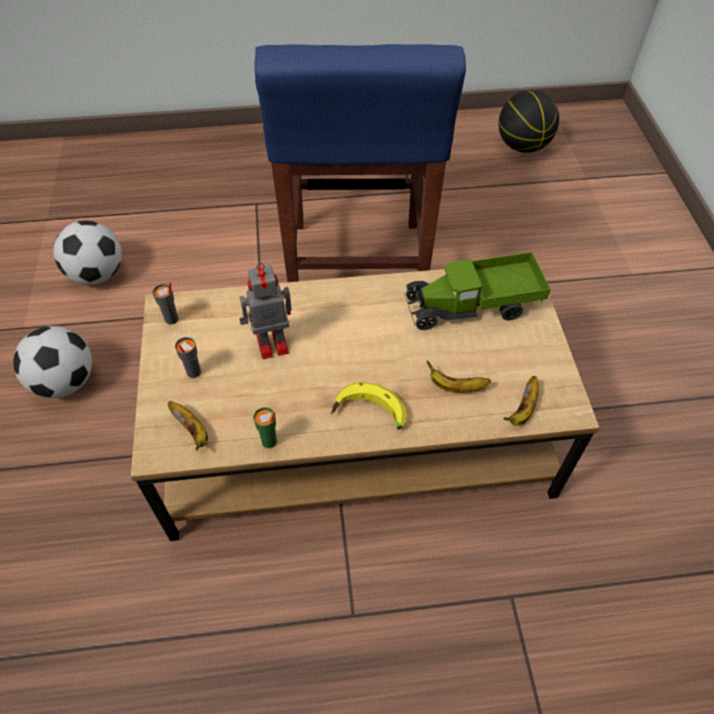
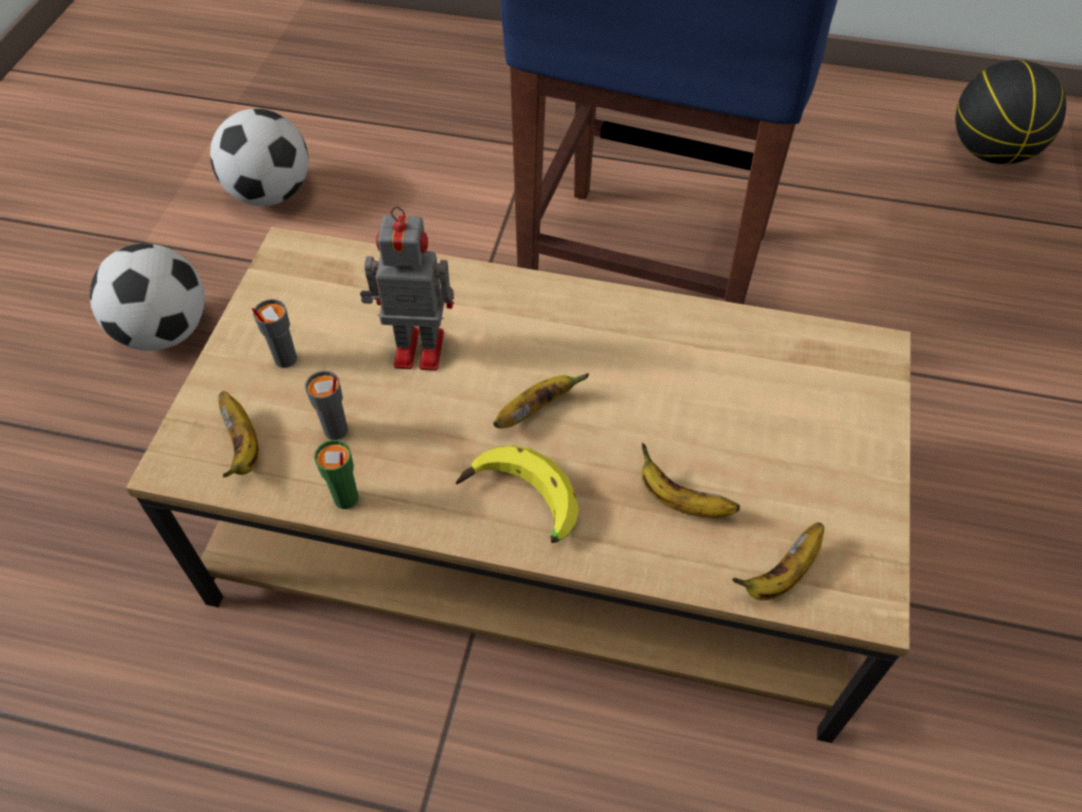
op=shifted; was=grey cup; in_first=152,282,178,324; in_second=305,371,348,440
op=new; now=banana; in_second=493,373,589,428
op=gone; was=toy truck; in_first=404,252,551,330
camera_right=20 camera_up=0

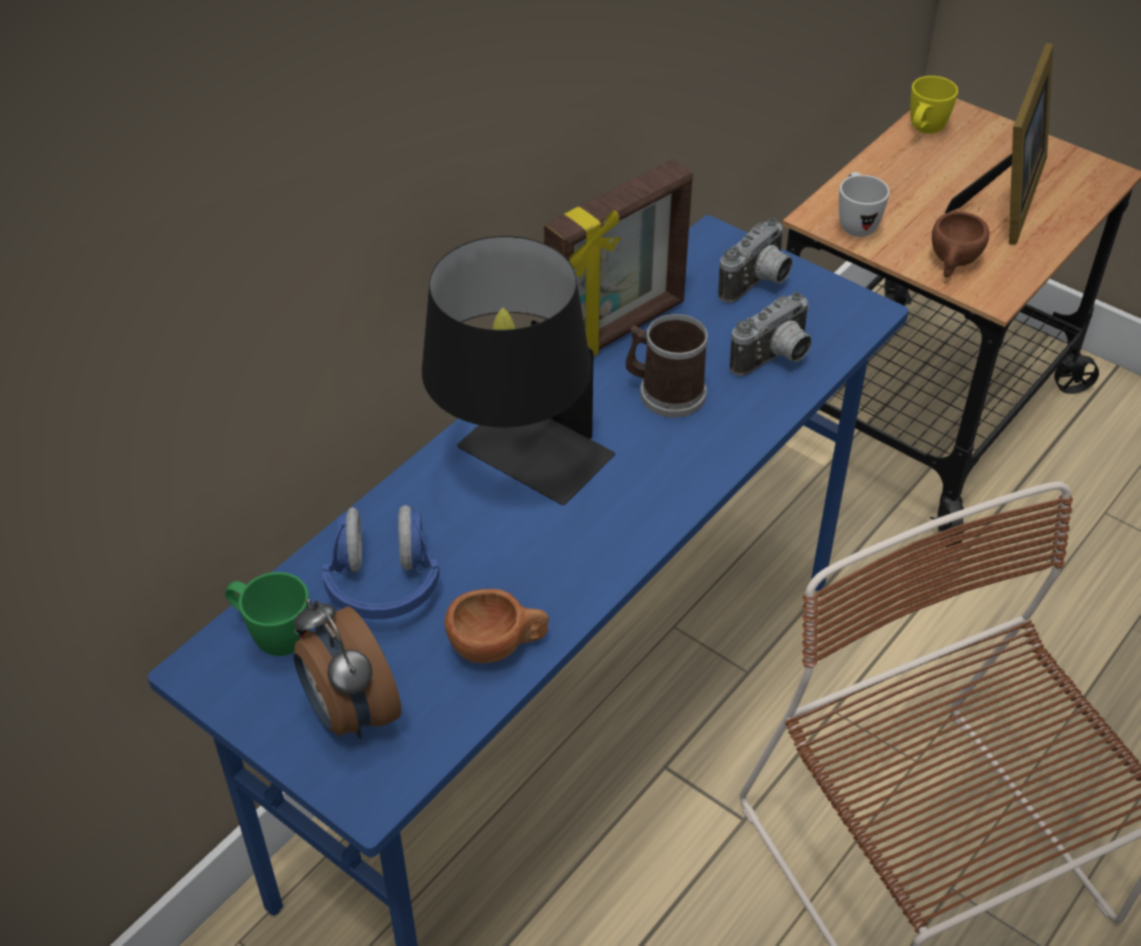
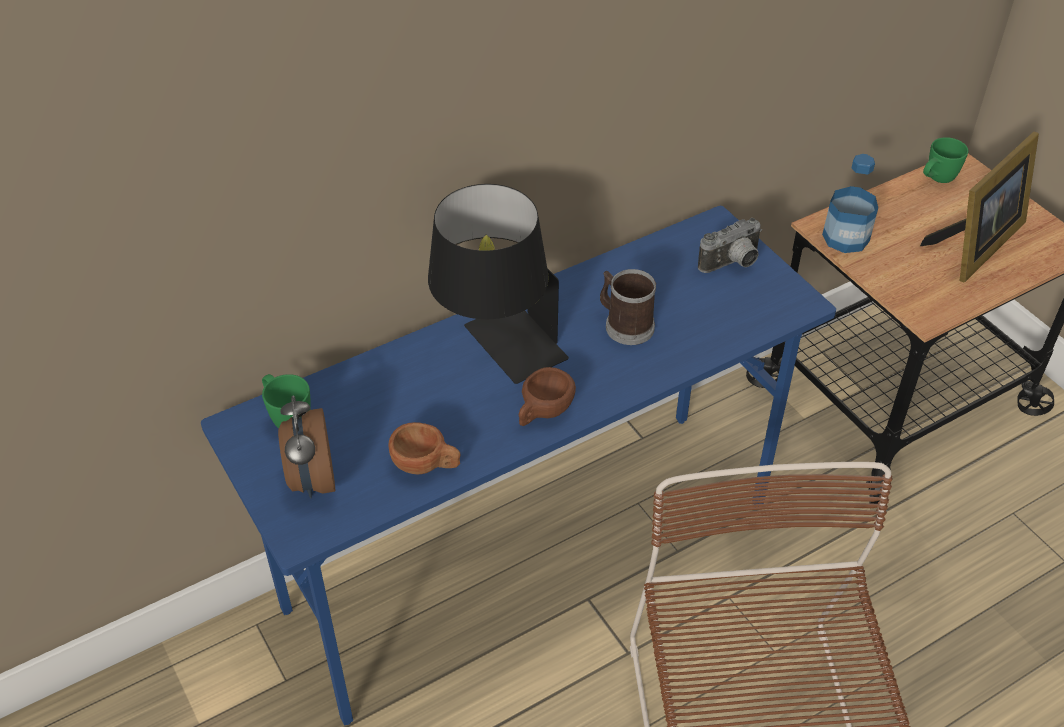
op=shifted; was=brown cup; in_first=932,212,989,278; in_second=519,367,576,426
op=swapped; was=white mug; now=bottle; in_first=839,172,890,237; in_second=822,154,878,253
op=repainted; was=yellow mug; now=green mug; in_first=910,76,958,134; in_second=923,137,968,183
op=gone; was=blue headphones; in_first=322,505,440,619
op=gone; was=picture frame; in_first=544,159,693,357
op=gone; was=photo camera; in_first=730,292,812,376
camera_right=20 camera_up=0

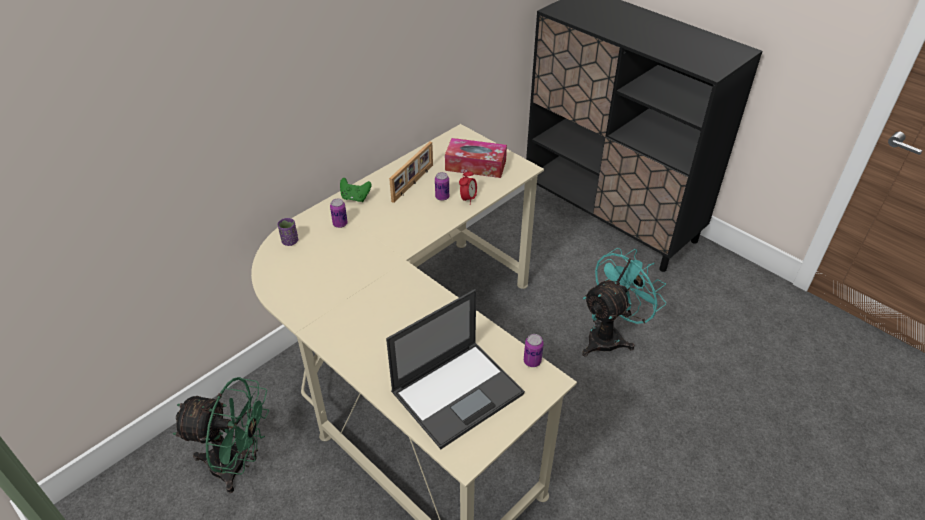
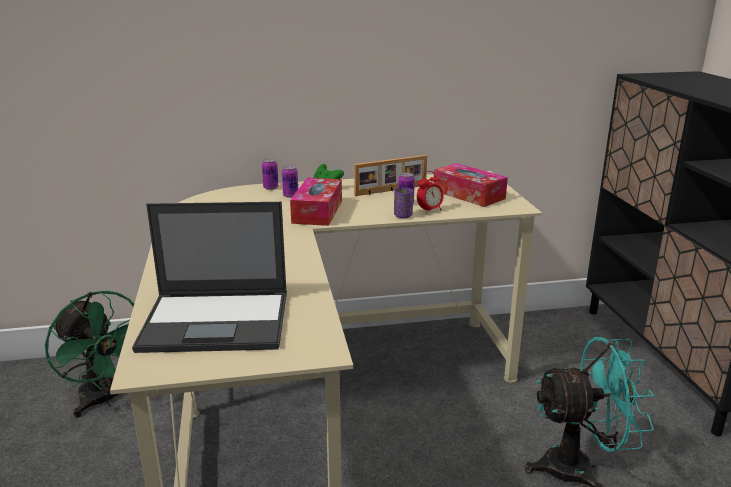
op=shifted; was=can; in_first=524,334,544,367; in_second=262,159,278,190
op=new; now=tissue box; in_second=290,178,342,226
op=shifted; was=purple cup; in_first=278,218,298,246; in_second=394,187,413,218
camera_right=35 camera_up=-20

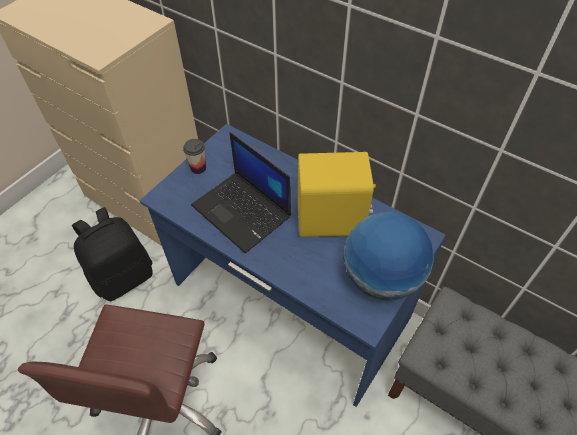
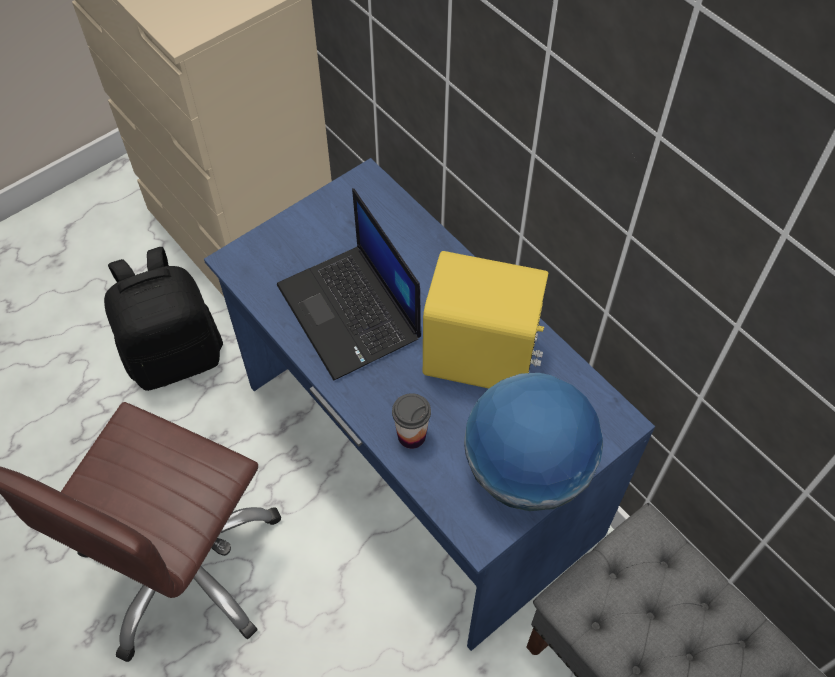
op=shifted; was=cup; in_first=183,139,206,174; in_second=392,393,431,449
camera_right=15 camera_up=5

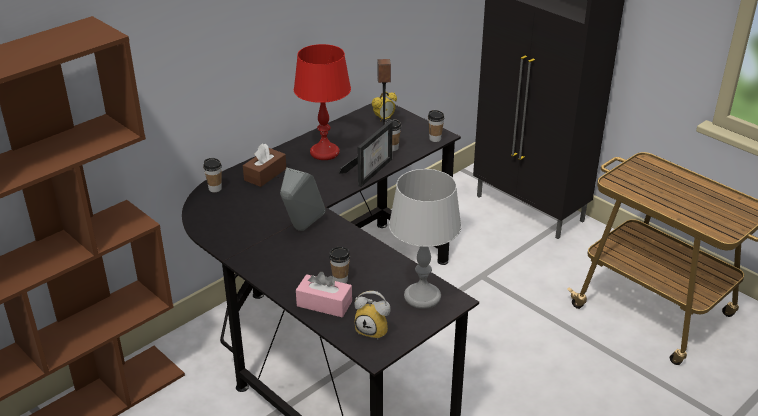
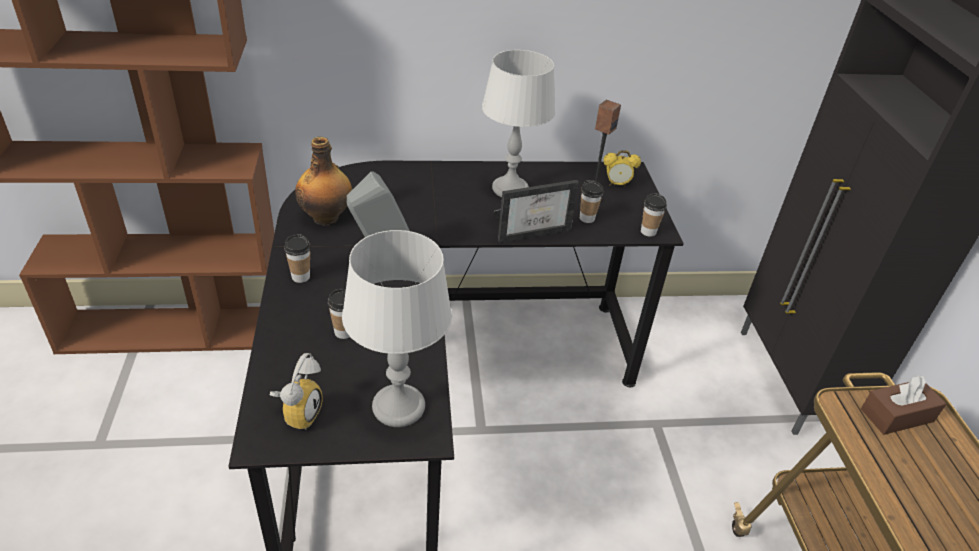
op=rotated; was=alarm clock; in_first=355,291,391,340; in_second=270,353,323,430; clockwise=-135
op=shifted; was=cup; in_first=203,158,222,192; in_second=284,234,311,283
op=new; now=bottle; in_second=295,137,352,225
op=repainted; was=red table lamp; now=grey table lamp; in_first=294,44,351,160; in_second=482,50,555,197
op=shifted; was=brown tissue box; in_first=243,143,286,187; in_second=861,375,946,435
op=gone; was=pink tissue box; in_first=296,272,352,317
camera_right=35 camera_up=5

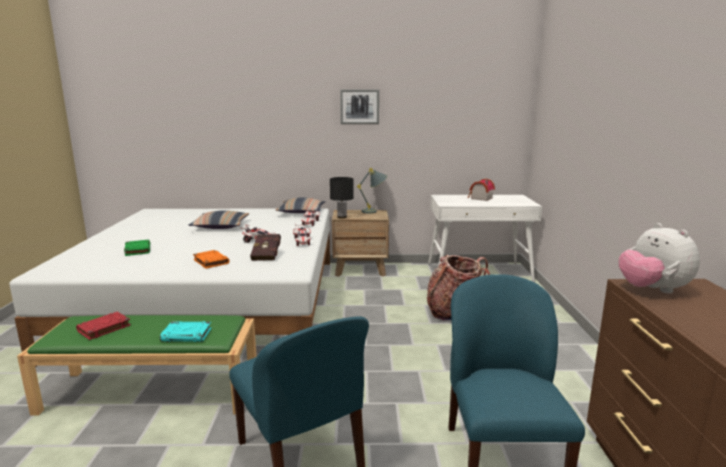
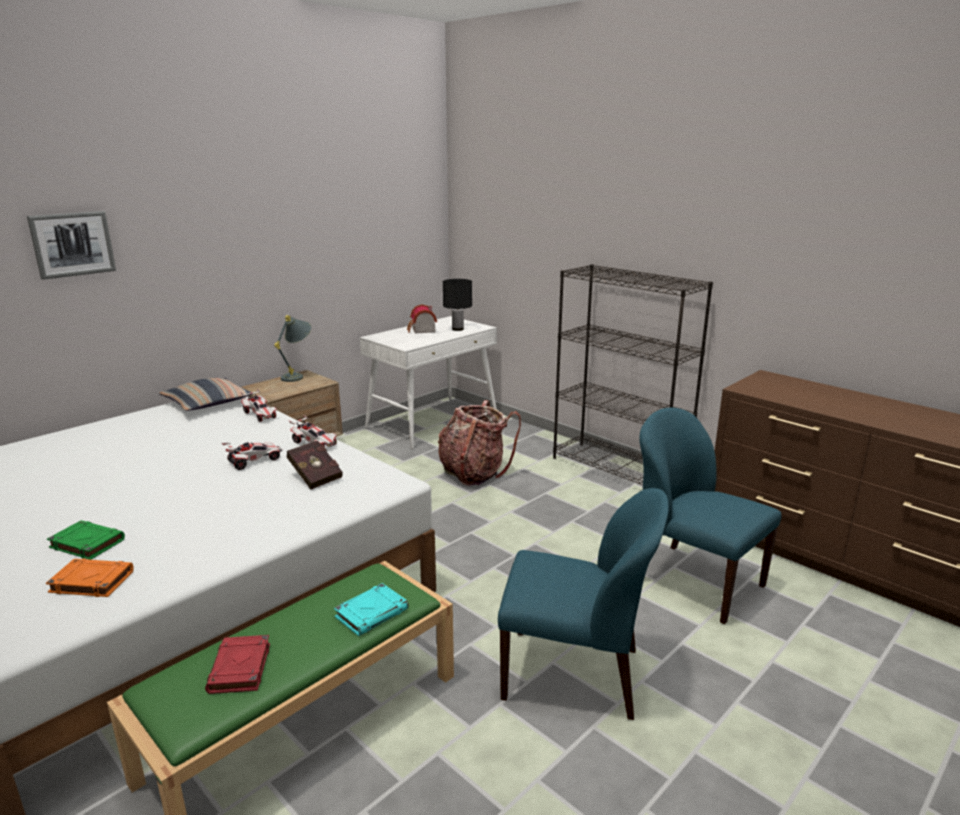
op=shifted; was=picture; in_first=340,89,379,124; in_second=27,211,116,280
op=shifted; was=orange book; in_first=193,250,230,269; in_second=46,559,134,597
op=shifted; was=black table lamp; in_first=330,177,354,219; in_second=443,279,472,331
op=new; now=black bookcase; in_second=553,264,713,485
op=gone; was=pillow; in_first=188,210,250,229
op=gone; was=plush toy; in_first=618,223,700,293
camera_right=-45 camera_up=5

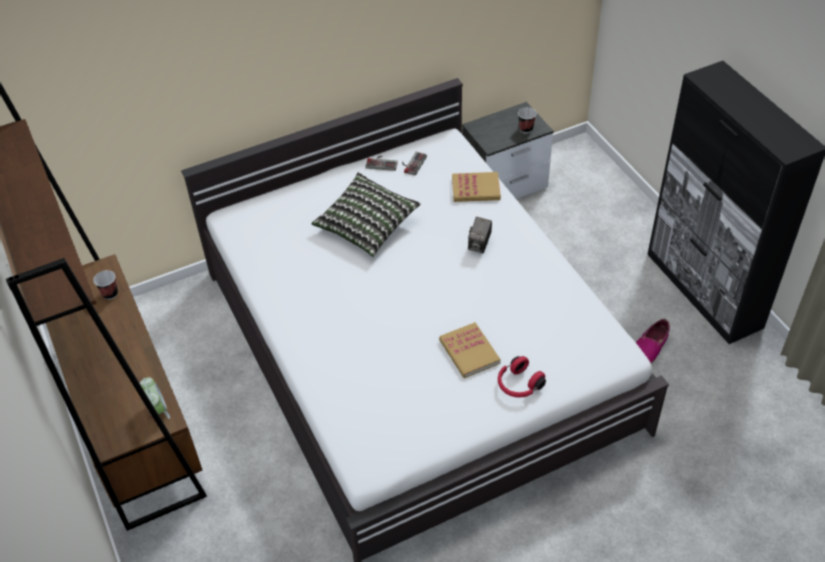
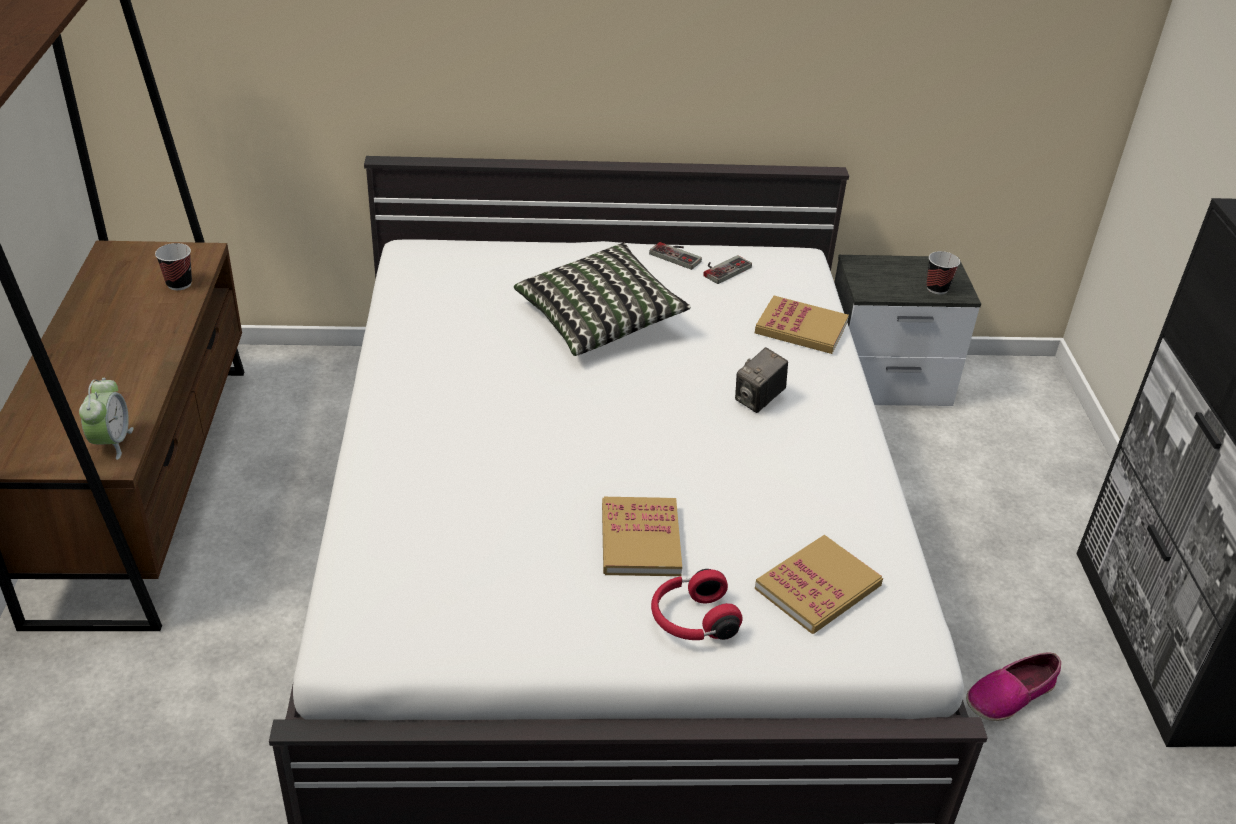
op=new; now=book; in_second=755,535,883,634
camera_right=20 camera_up=-10

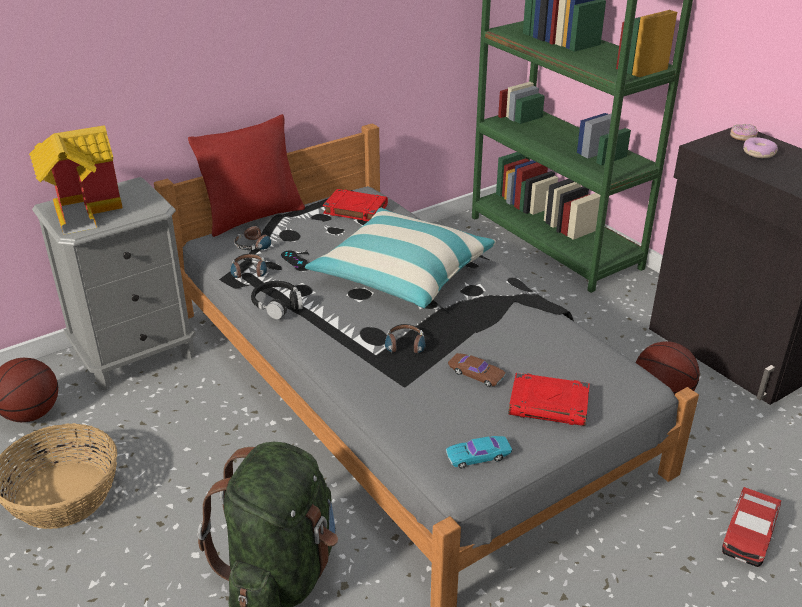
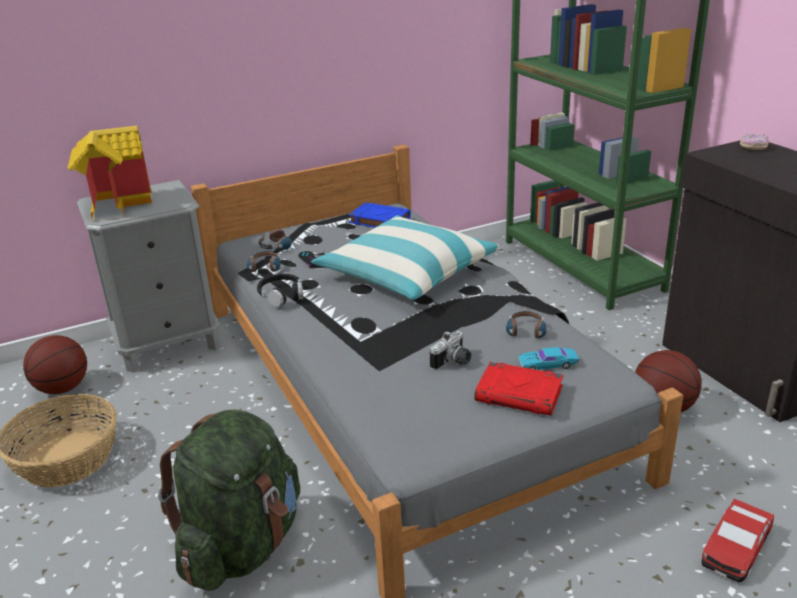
op=repainted; was=red book; now=blue book; in_first=323,189,388,221; in_second=348,202,411,228
op=swapped; was=brown toy car; now=photo camera; in_first=448,353,506,387; in_second=430,331,471,370
op=shifted; was=headphones; in_first=385,324,426,360; in_second=506,311,547,338
op=shifted; was=turquoise toy car; in_first=446,436,512,469; in_second=519,347,579,370
op=gone; was=red pillow; in_first=188,114,305,237
op=gone; was=donut; in_first=743,137,778,158
camera_right=10 camera_up=-5

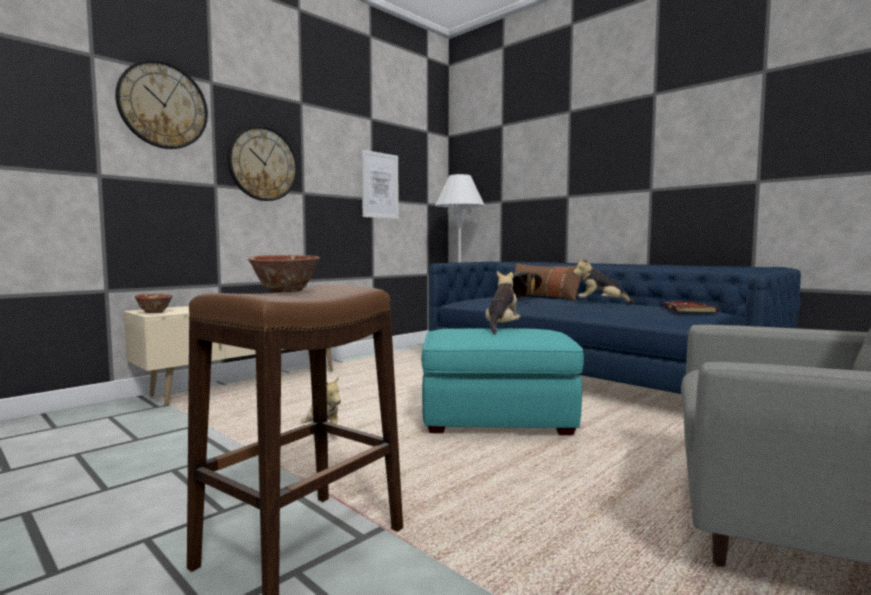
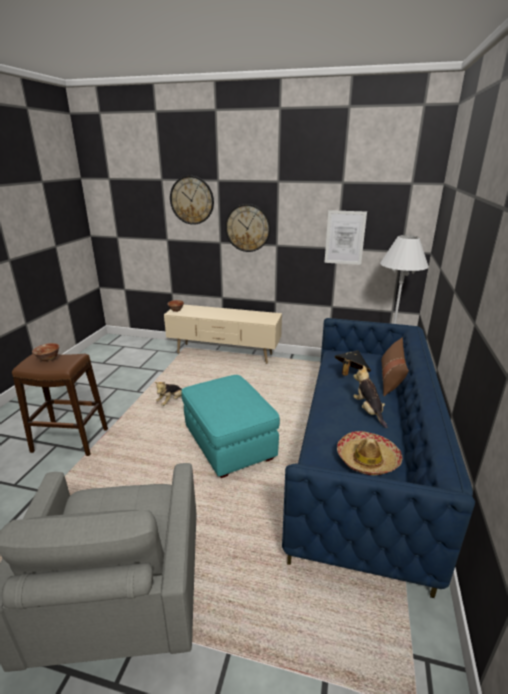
op=swapped; was=book; now=hat; in_first=662,301,719,312; in_second=337,431,402,475
op=gone; was=plush toy; in_first=485,271,521,334
camera_right=60 camera_up=20

